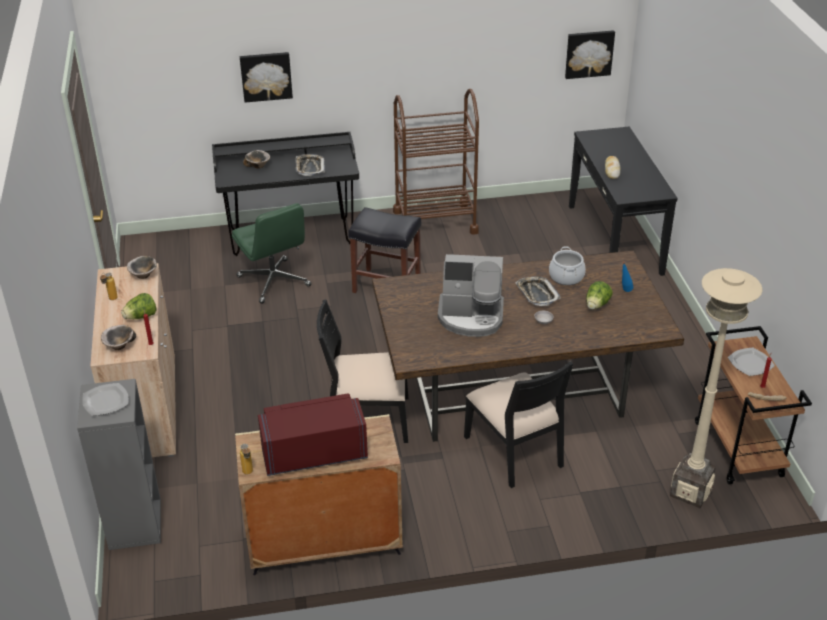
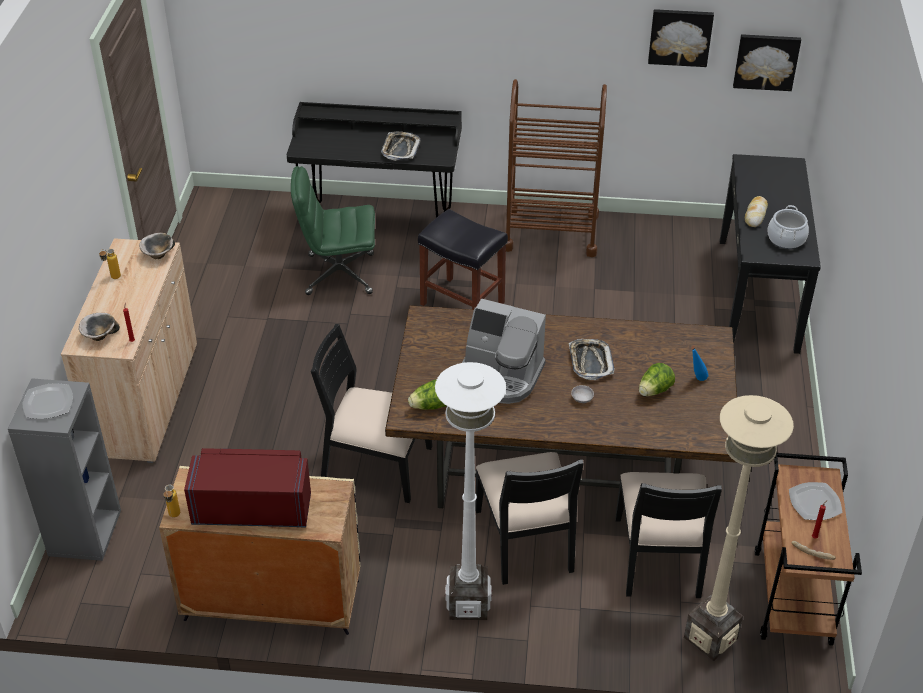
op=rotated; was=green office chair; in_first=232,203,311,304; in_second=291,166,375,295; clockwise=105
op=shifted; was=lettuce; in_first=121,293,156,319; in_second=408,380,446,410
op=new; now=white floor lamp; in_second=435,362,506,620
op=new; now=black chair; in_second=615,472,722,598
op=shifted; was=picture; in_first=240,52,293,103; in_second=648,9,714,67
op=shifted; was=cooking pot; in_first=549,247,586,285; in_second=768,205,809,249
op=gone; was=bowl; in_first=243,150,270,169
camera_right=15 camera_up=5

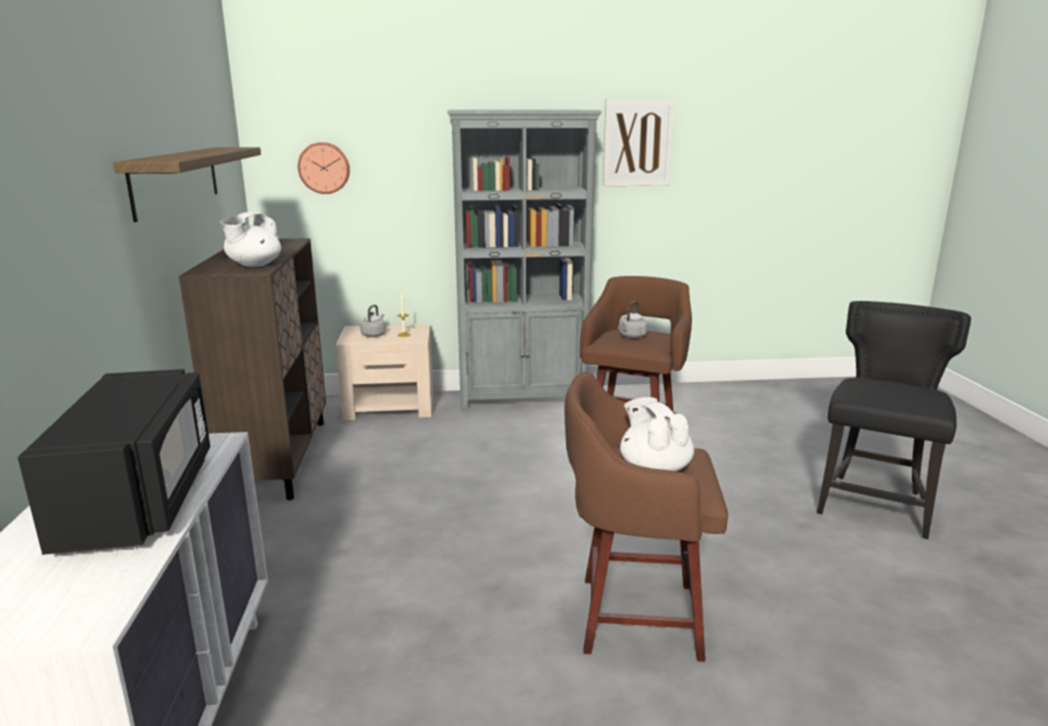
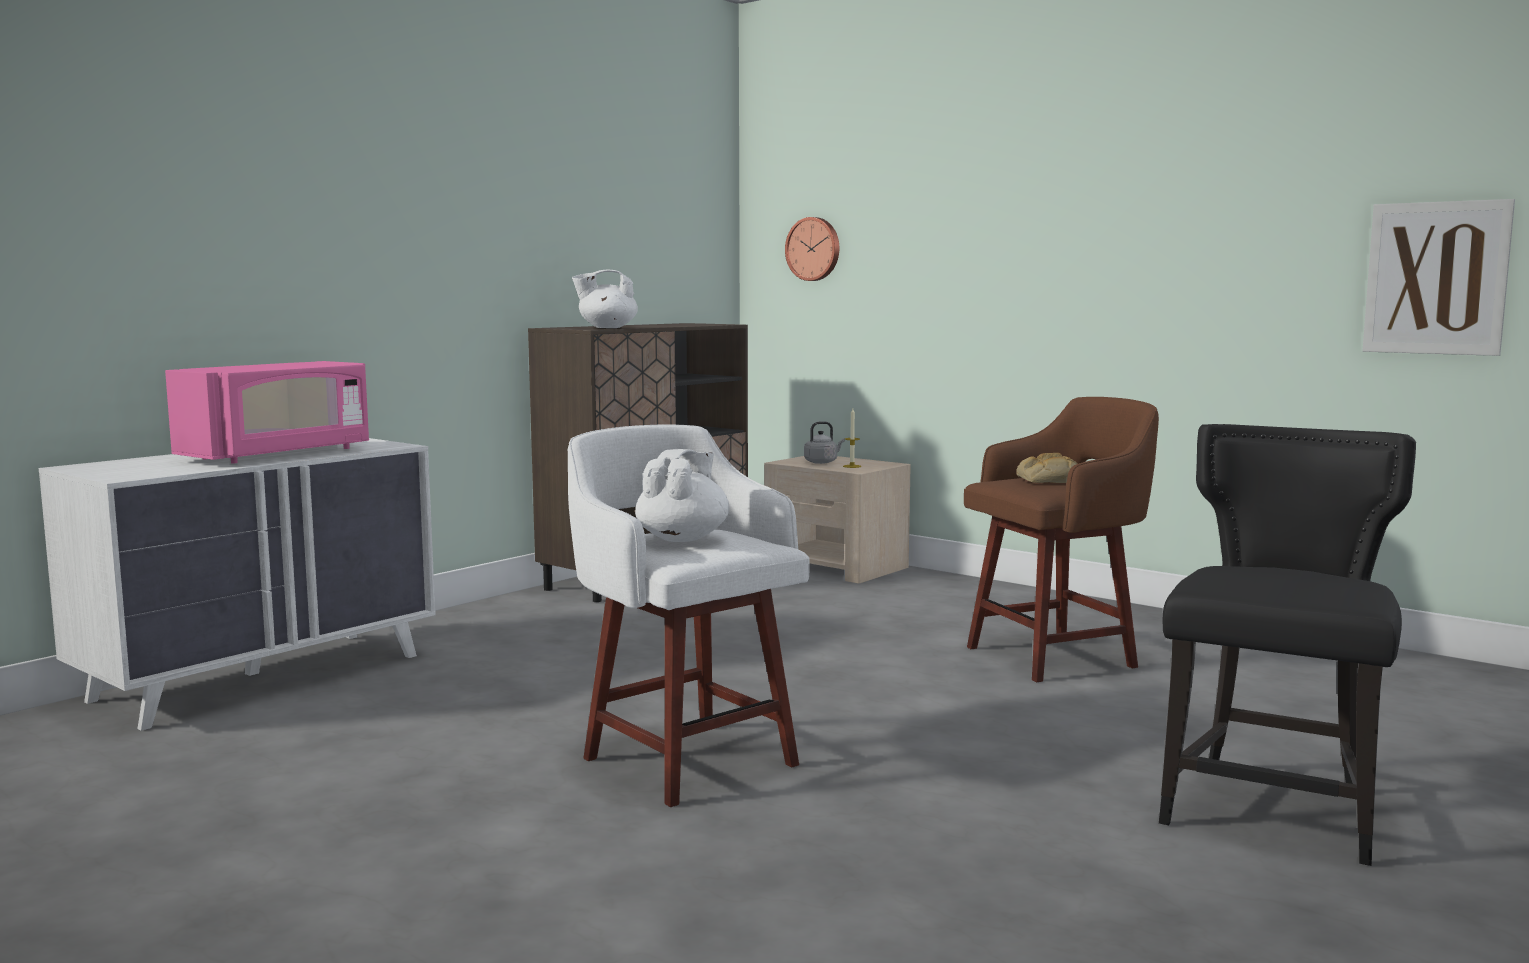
op=repainted; was=black microwave; now=pink microwave; in_first=18,369,210,555; in_second=165,361,369,463
op=repainted; was=brown stool; now=white stool; in_first=564,372,728,662; in_second=568,424,810,807
op=swapped; was=grey kettle; now=bread; in_first=619,301,648,338; in_second=1016,453,1077,483
op=rotated; was=black chair; in_first=817,301,971,539; in_second=1159,424,1416,866; clockwise=-45
op=shifted; was=picture; in_first=603,99,675,186; in_second=1362,199,1515,356
op=gone; was=shelf; in_first=113,147,261,222
op=gone; was=grey bookcase; in_first=447,110,602,411
camera_right=45 camera_up=-10

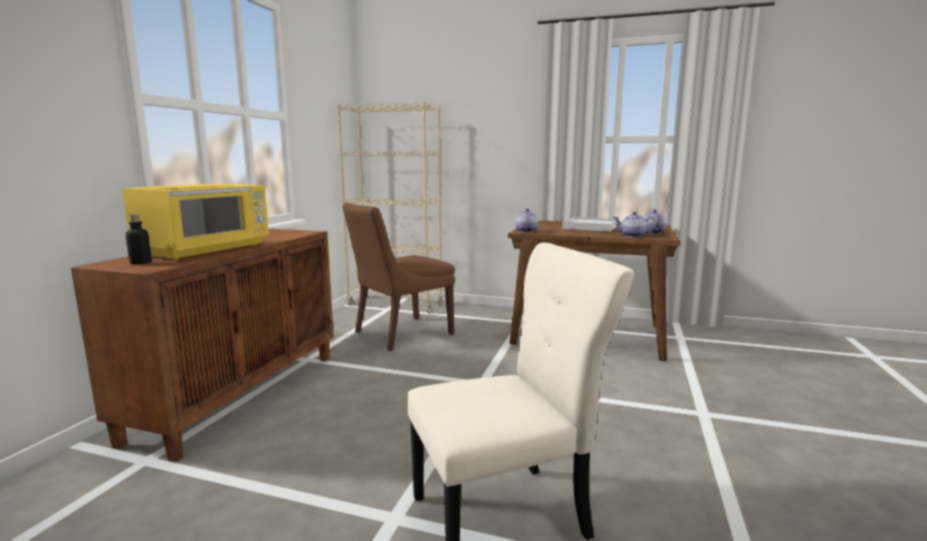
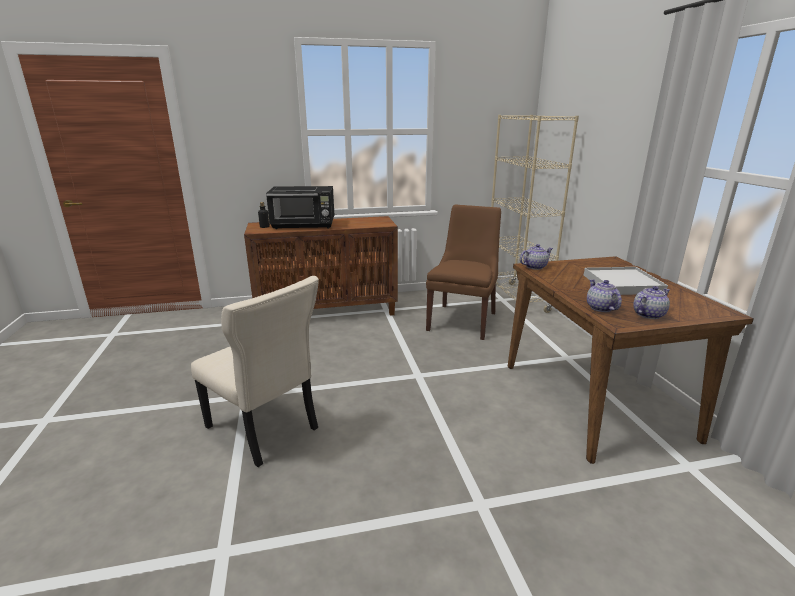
op=repainted; was=yellow microwave; now=black microwave; in_first=122,184,269,260; in_second=266,186,334,229
op=rotated; was=brown chair; in_first=343,203,455,351; in_second=426,204,501,340; clockwise=90
camera_right=60 camera_up=10

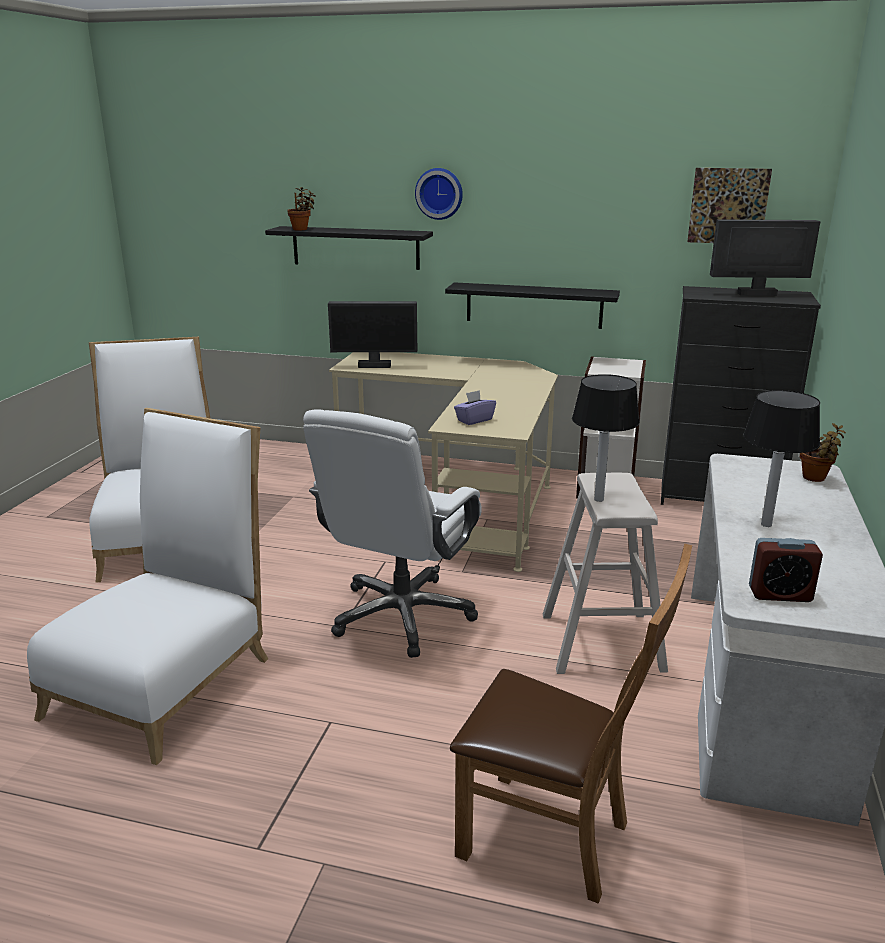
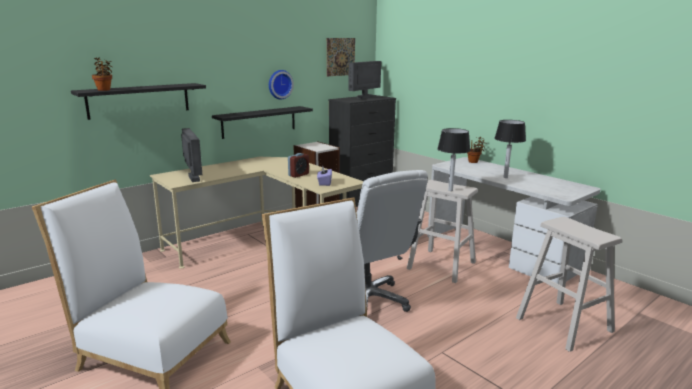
op=rotated; was=monitor; in_first=328,301,417,368; in_second=181,128,202,182; clockwise=-60
op=shifted; was=wall clock; in_first=415,168,463,220; in_second=269,70,294,100
op=shifted; was=alarm clock; in_first=749,538,823,602; in_second=288,153,309,178
op=swapped; was=brown chair; now=beige stool; in_first=450,544,692,904; in_second=516,217,622,352
camera_right=-55 camera_up=-5

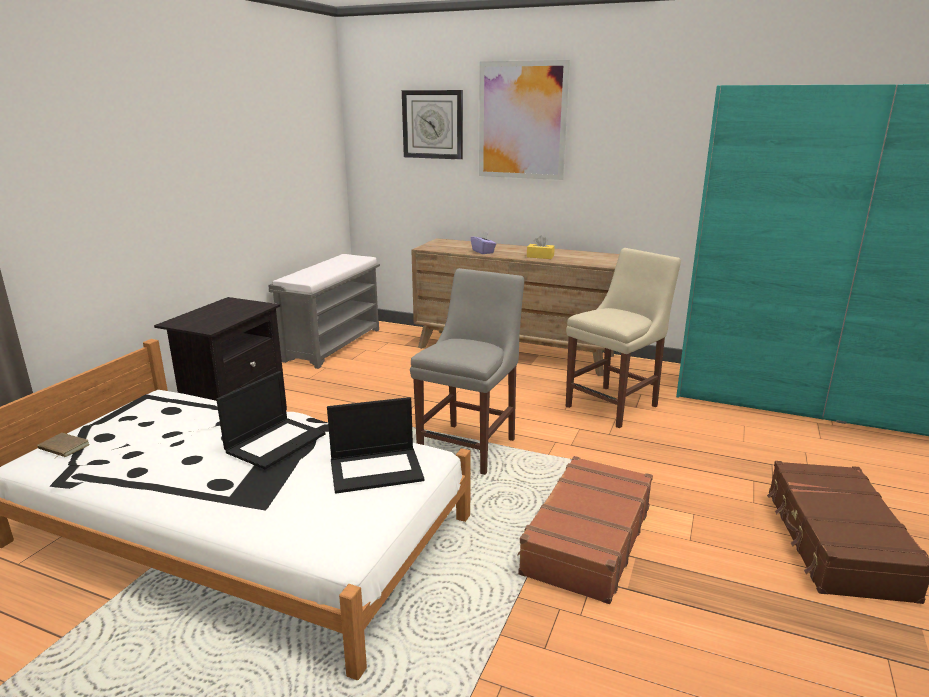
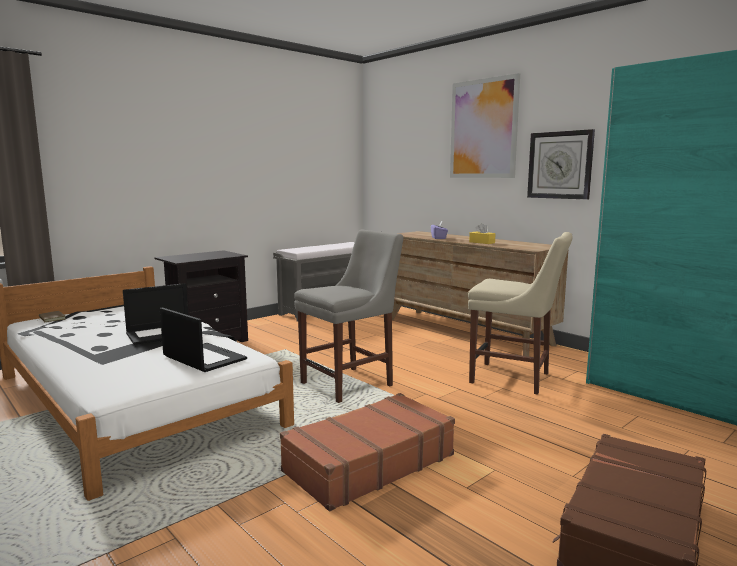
op=rotated; was=laptop; in_first=327,397,424,494; in_second=160,307,247,372; clockwise=-150
op=rotated; was=beige chair; in_first=566,248,681,428; in_second=468,232,573,395; clockwise=45
op=shifted; was=wall clock; in_first=402,90,463,159; in_second=527,129,595,200
camera_right=25 camera_up=-10

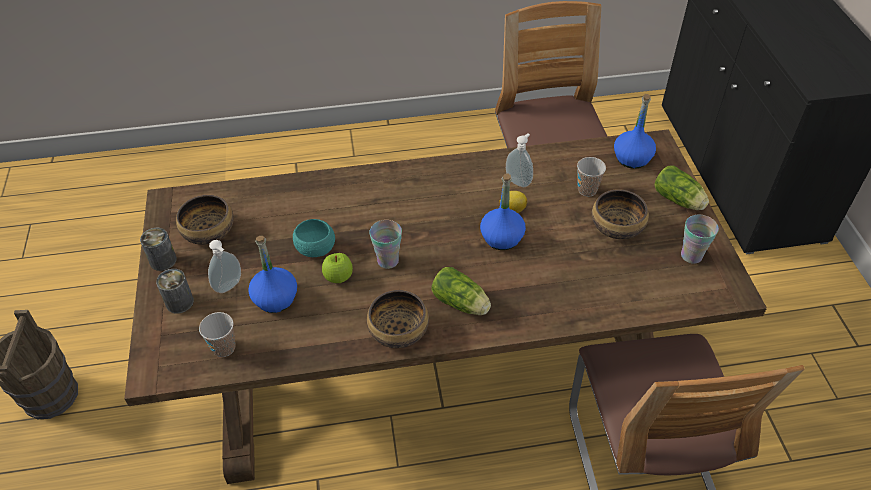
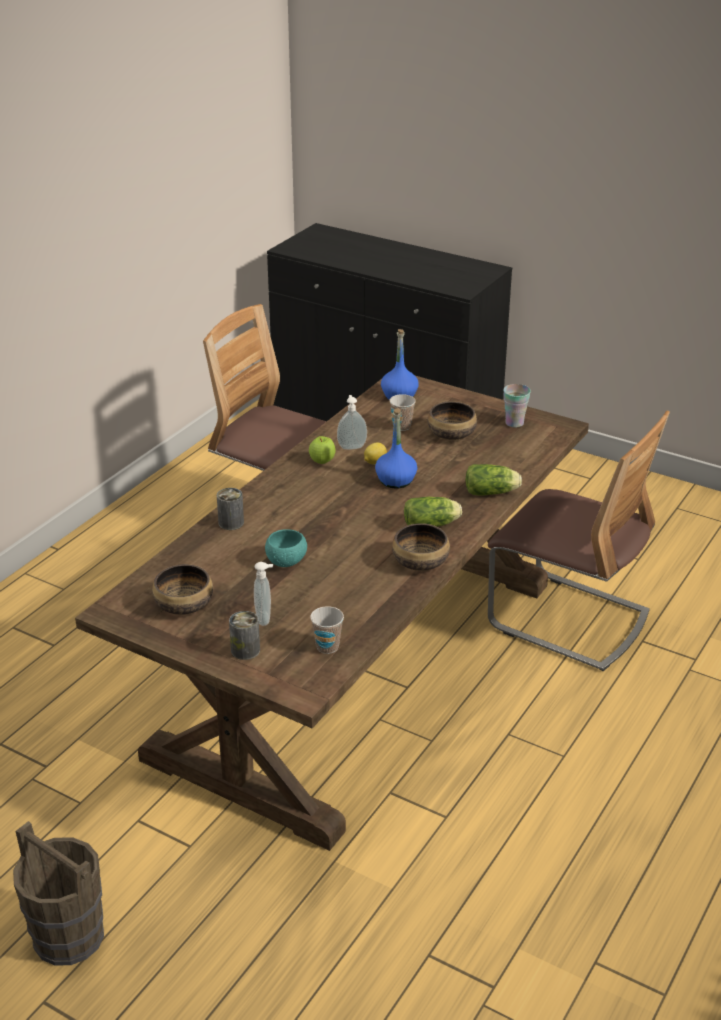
op=shifted; was=can; in_first=140,228,177,271; in_second=217,488,244,530
op=shifted; was=apple; in_first=322,253,353,283; in_second=309,436,336,464
op=shifted; was=lettuce; in_first=654,166,709,210; in_second=466,464,522,496
op=gone; was=blue bottle; in_first=248,236,297,313
op=gone; was=cup; in_first=369,220,402,269
camera_right=-50 camera_up=-15

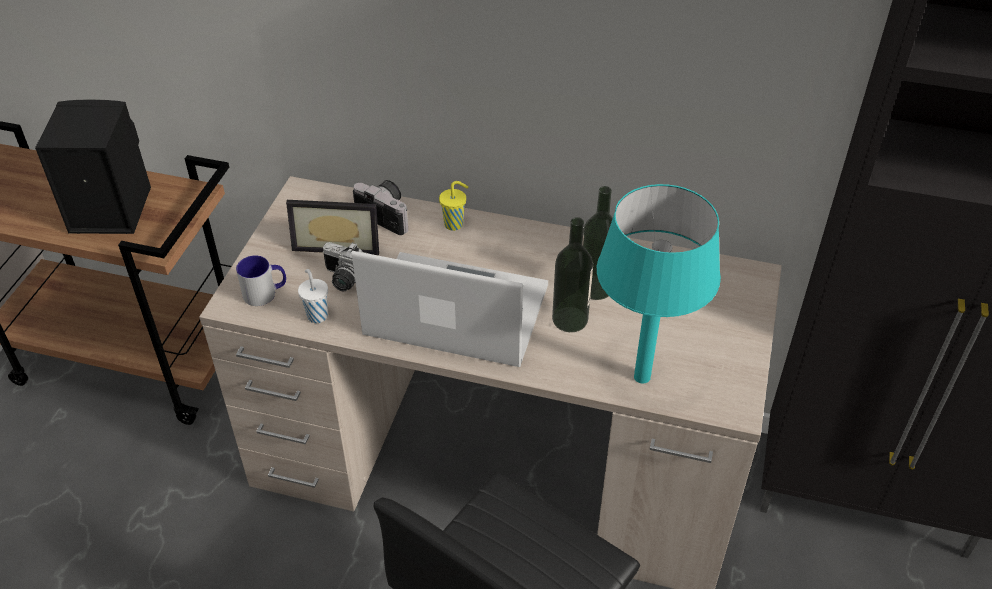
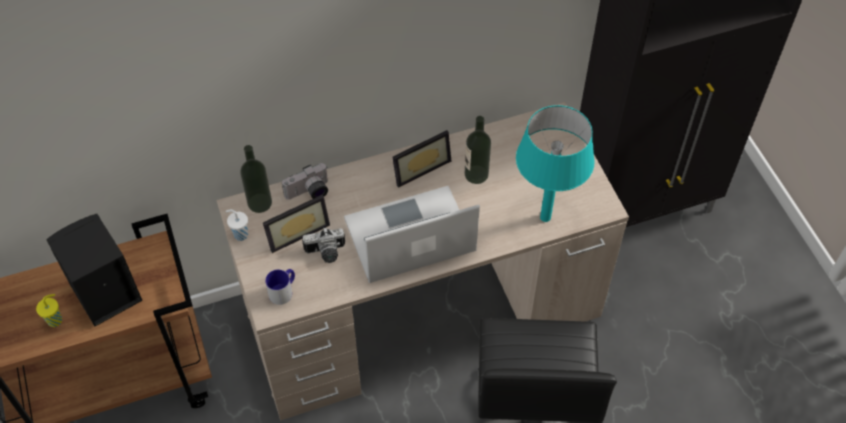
op=shifted; was=yellow cup; in_first=439,181,468,231; in_second=36,294,62,327
op=shifted; was=white cup; in_first=298,269,328,323; in_second=226,209,248,241
op=shifted; was=bottle; in_first=552,217,593,332; in_second=240,145,272,213
op=rotated; was=photo camera; in_first=353,180,408,235; in_second=282,163,328,200; clockwise=150
op=new; now=picture frame; in_second=392,130,451,188
camera_right=-35 camera_up=10

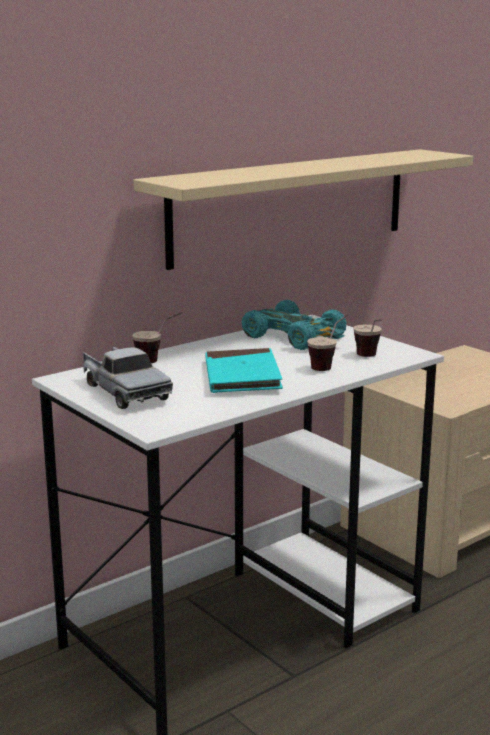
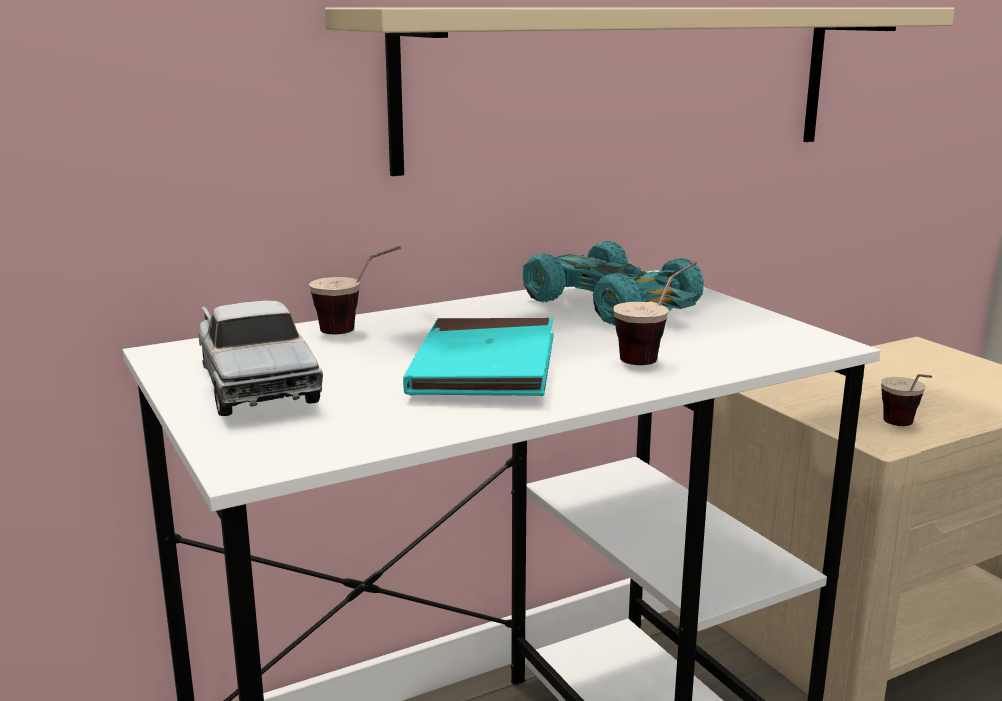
op=shifted; was=cup; in_first=353,319,382,357; in_second=881,374,932,426
camera_right=10 camera_up=0

